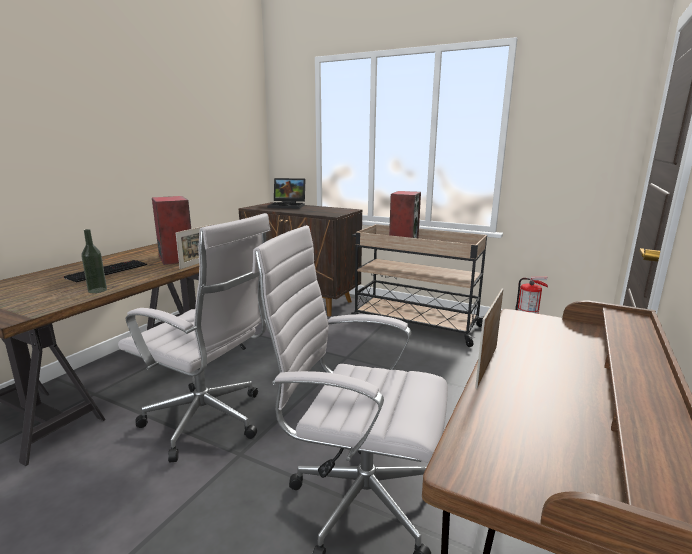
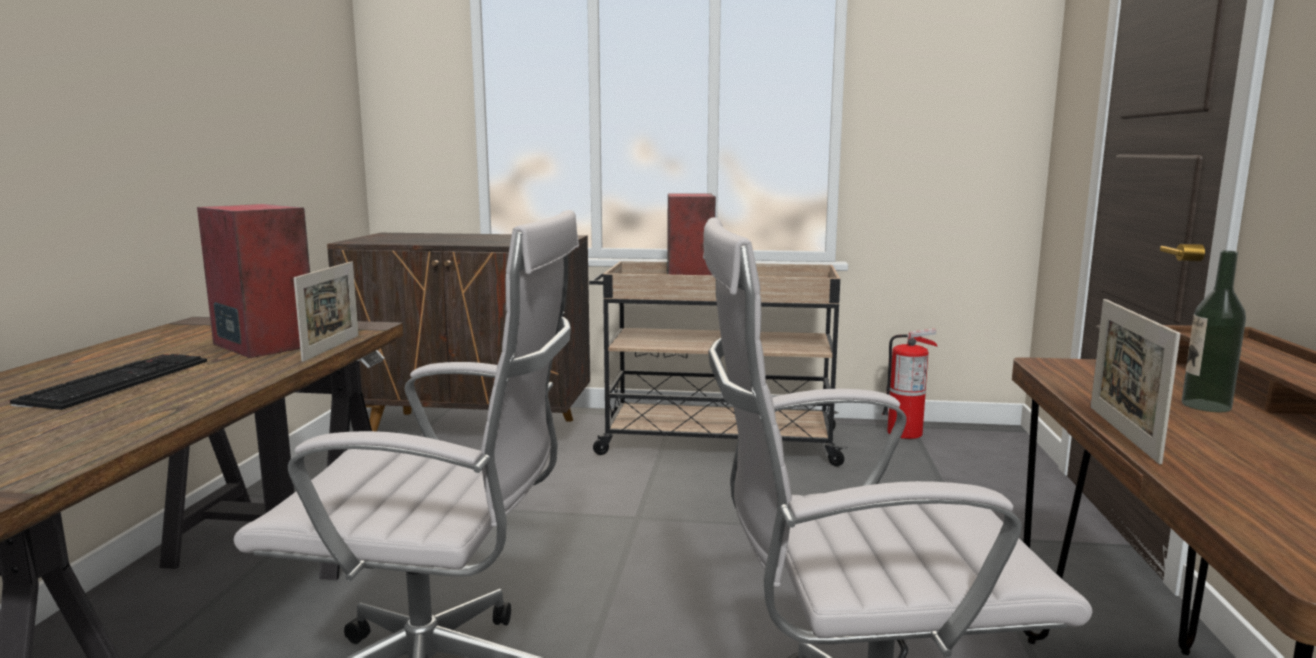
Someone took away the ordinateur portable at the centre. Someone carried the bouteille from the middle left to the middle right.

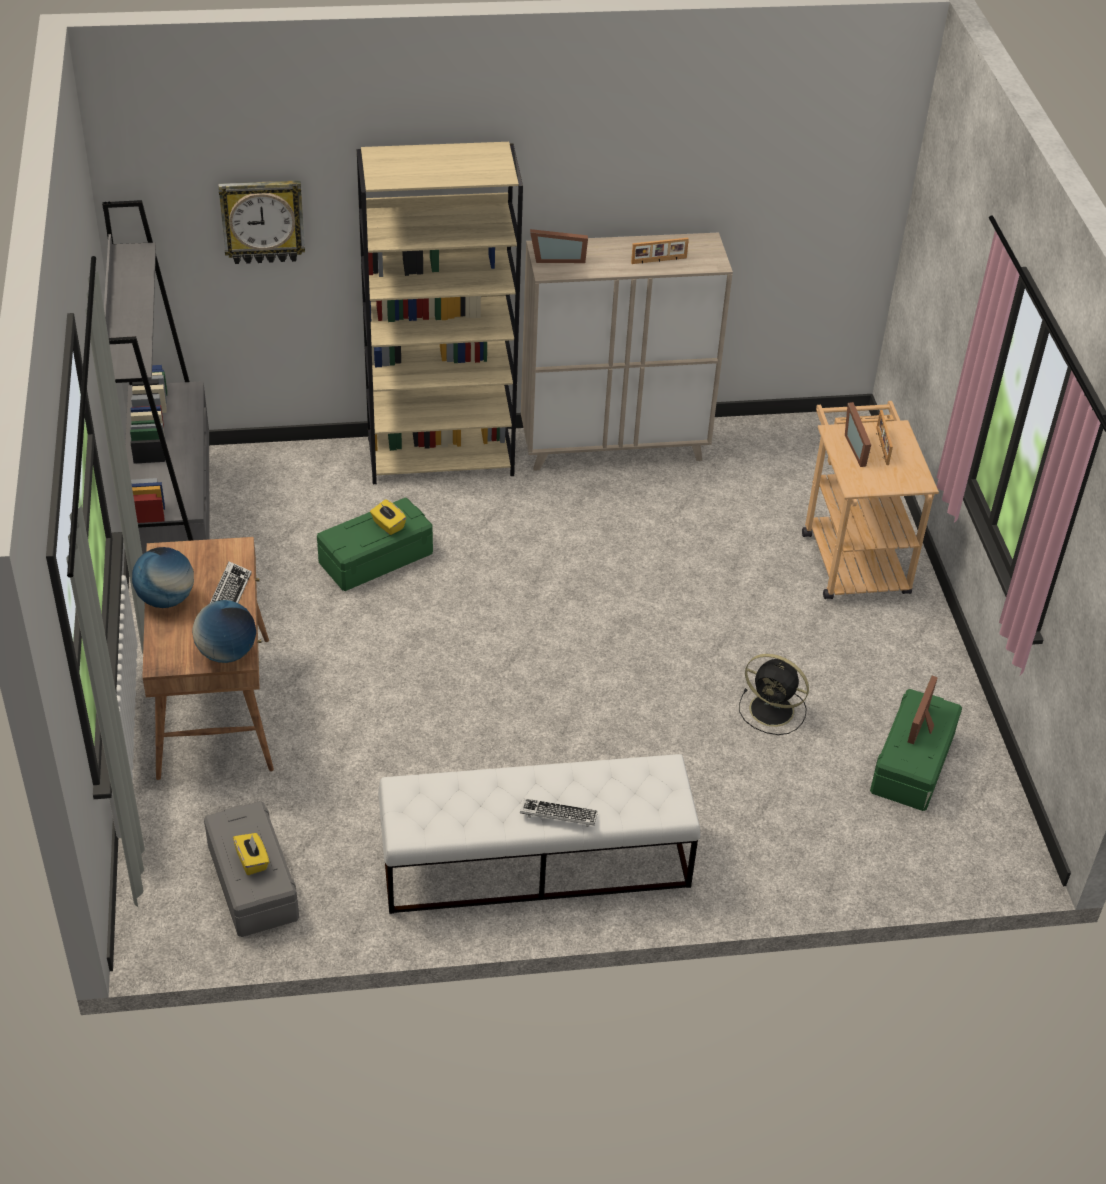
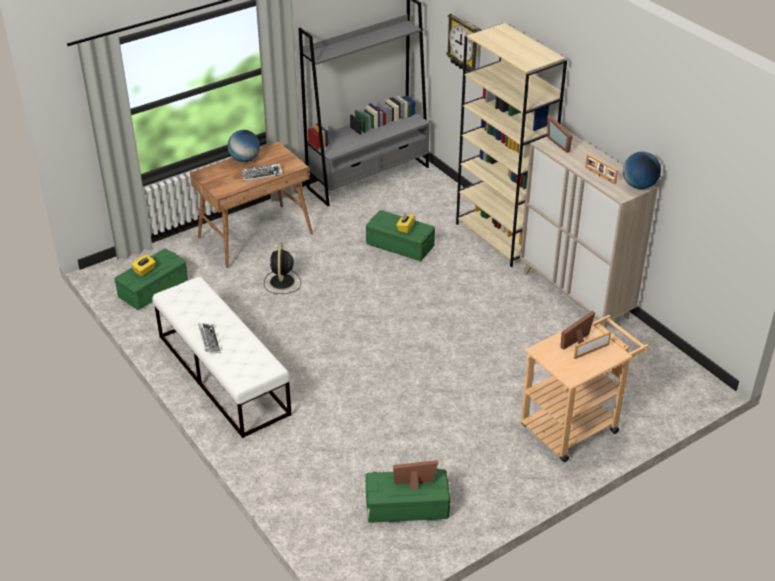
Someone carried the globe (2nd from left) from the middle left to the top right. Someone carried the ventilateur [noir] from the middle right to the centre. Someone repainted the boîte de rangement [gris] at the bottom left, which became the boîte de rangement [vert] (1st from left) at the middle left.

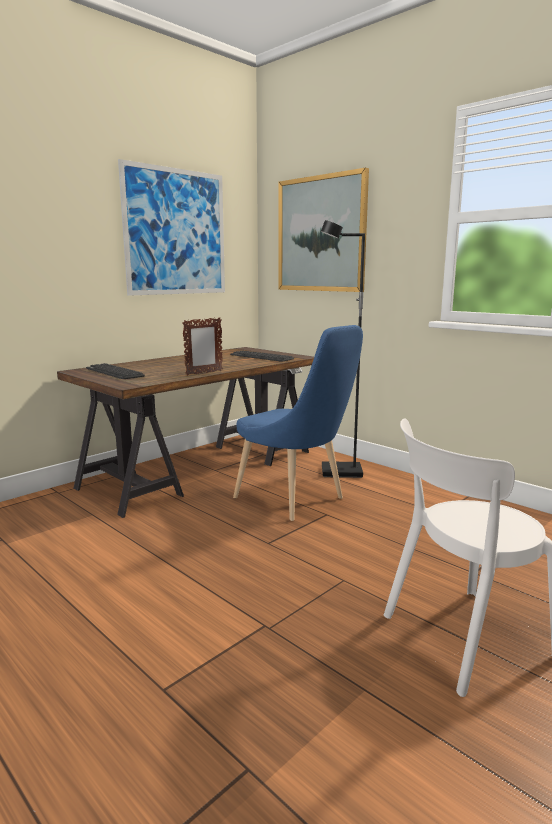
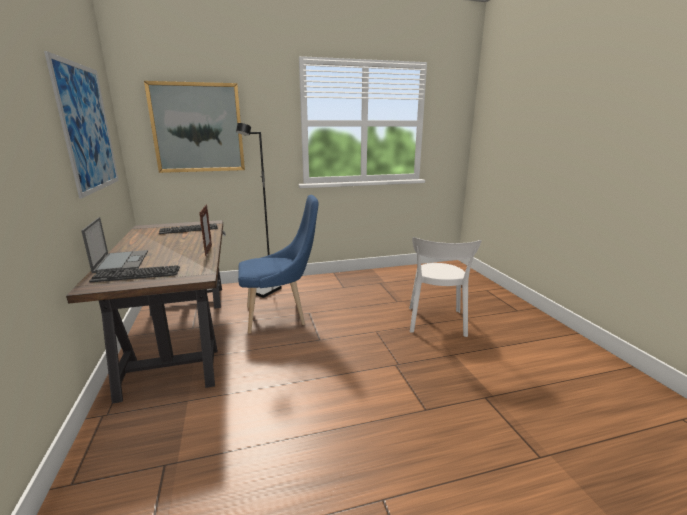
Someone put down the ordinateur portable at the middle left.

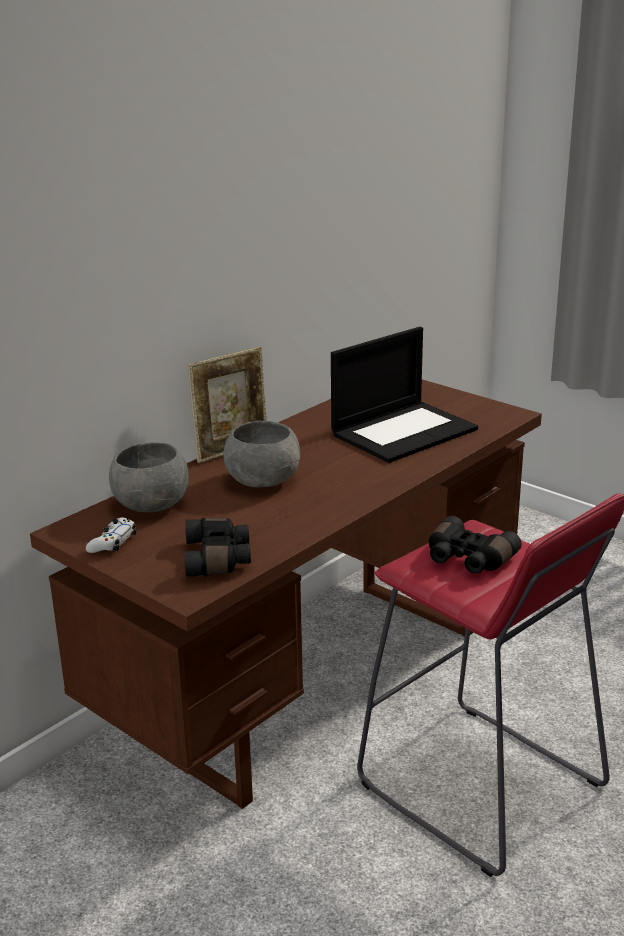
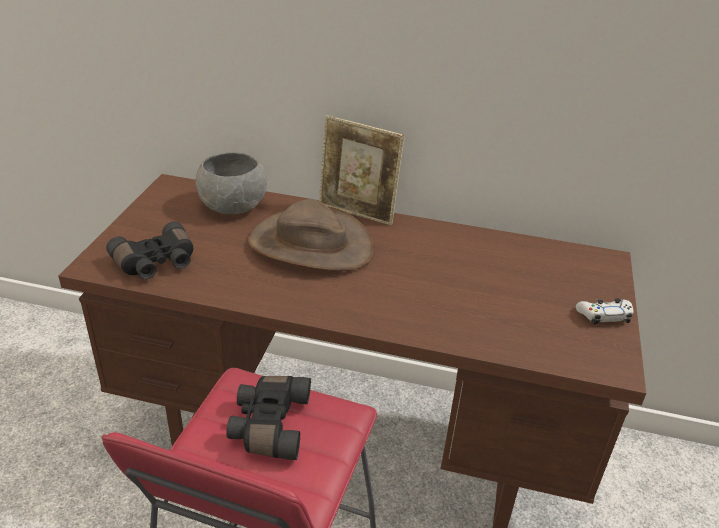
Someone took away the ordinateur portable at the centre. Someone carried the manette [blanc] from the middle left to the middle right. Someone swapped the bol [gris] (2nd from left) at the centre for the chapeau [marron] at the centre.

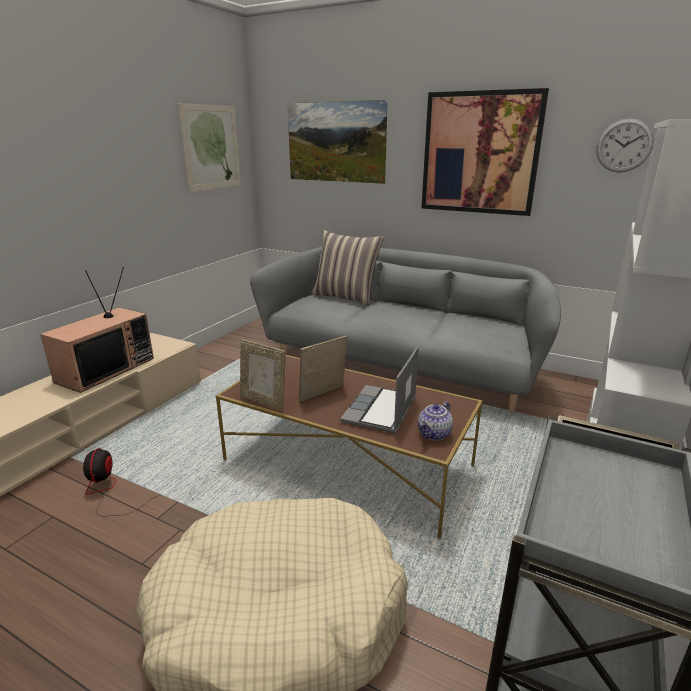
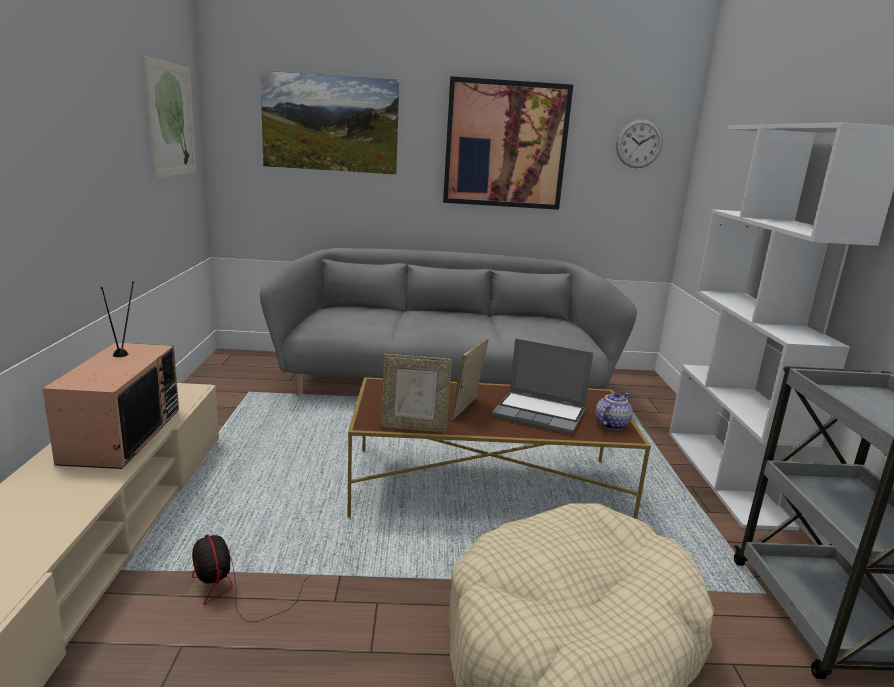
Someone took away the coussin at the centre. Someone rotated the ordinateur portable at the centre by 60 degrees counterclockwise. Someone rotated the théière at the centre by 150 degrees counterclockwise.

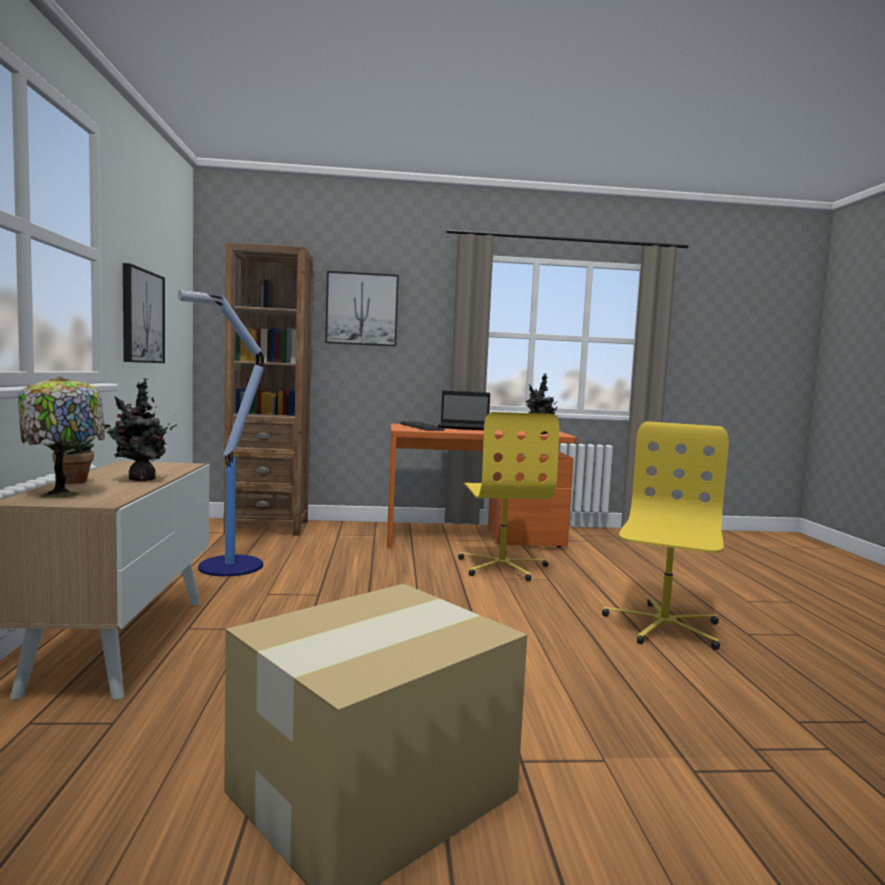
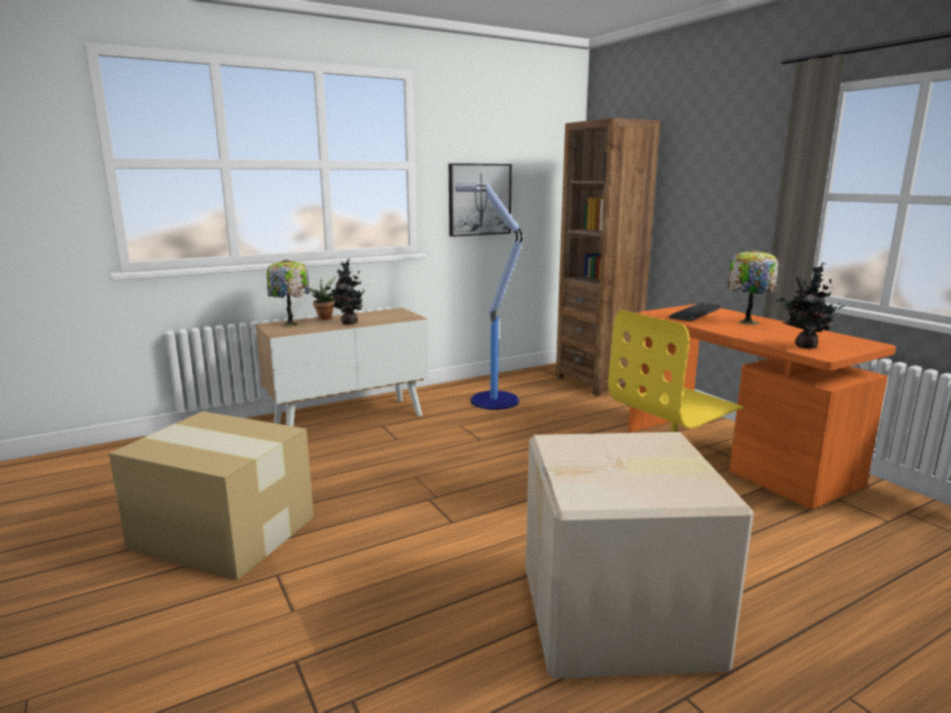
Someone took away the tableau (2nd from left) at the centre. Someone swapped the ordinateur portable at the centre for the lampe de table (2nd from left) at the middle right. Someone swapped the chaise de bureau [jaune] (2nd from left) at the middle right for the carton (2nd from left) at the bottom right.

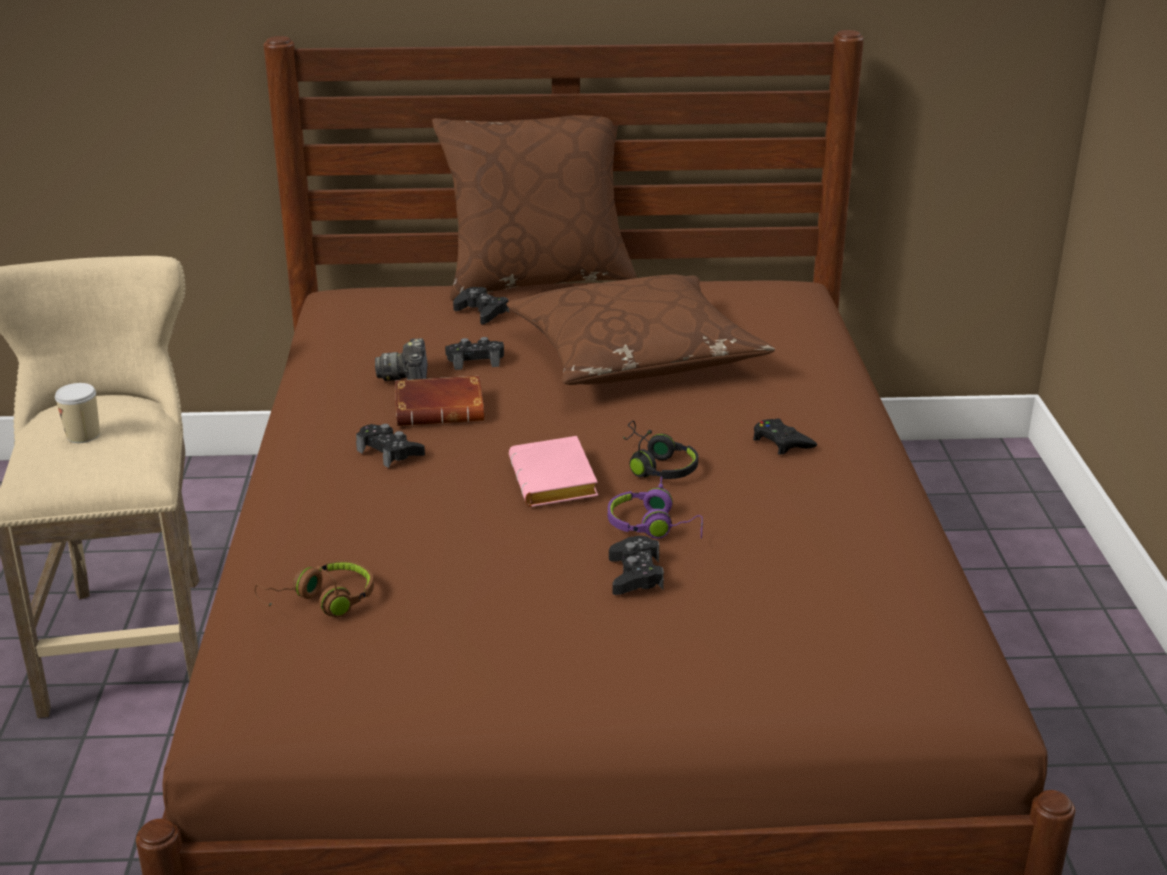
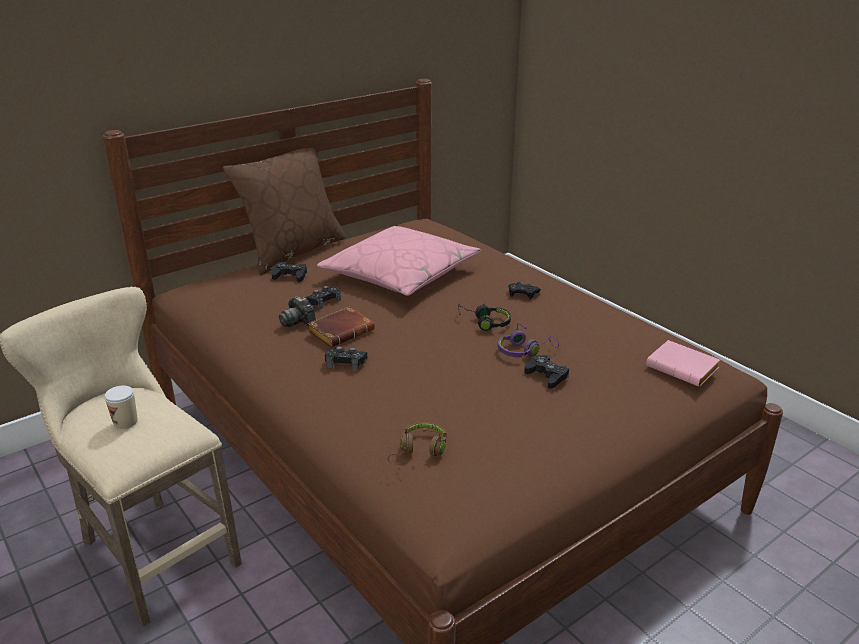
Someone carried the livre [rose] from the centre to the middle right. Someone repainted the coussin [marron] (2nd from left) at the centre, which became the coussin [rose] at the centre.

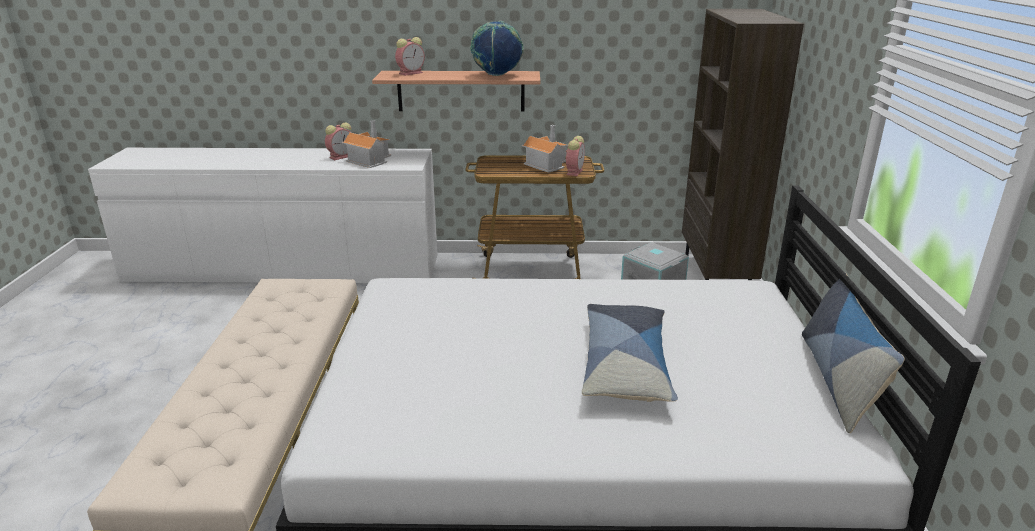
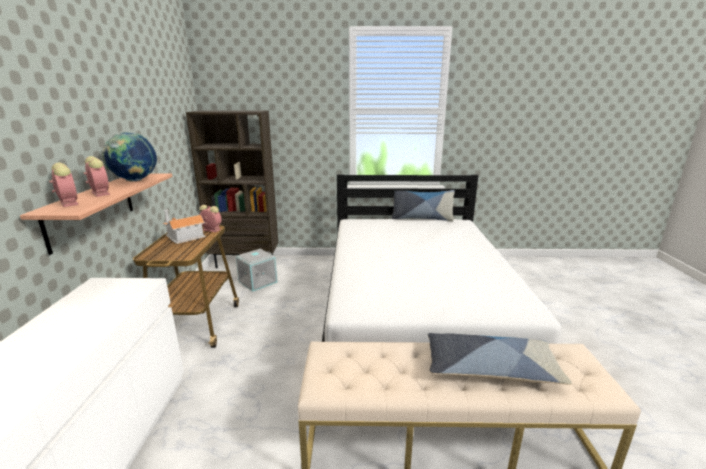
Someone took away the maison miniature (1st from left) at the top centre. Someone carried the réveil (1st from left in the first image) from the top left to the middle left. Someone carried the coussin (1st from left in the first image) from the centre to the bottom right.

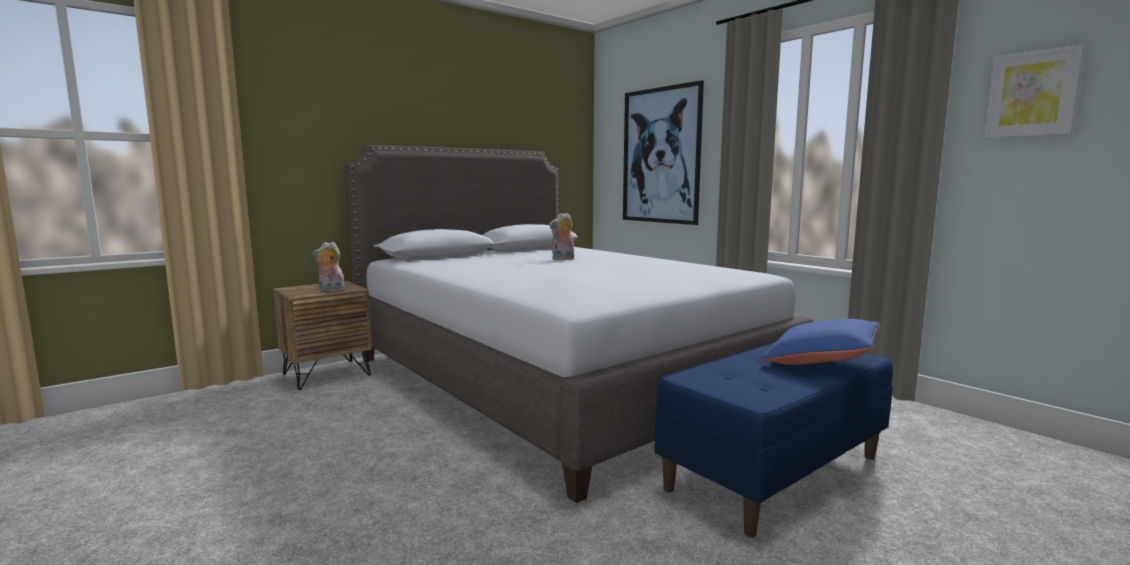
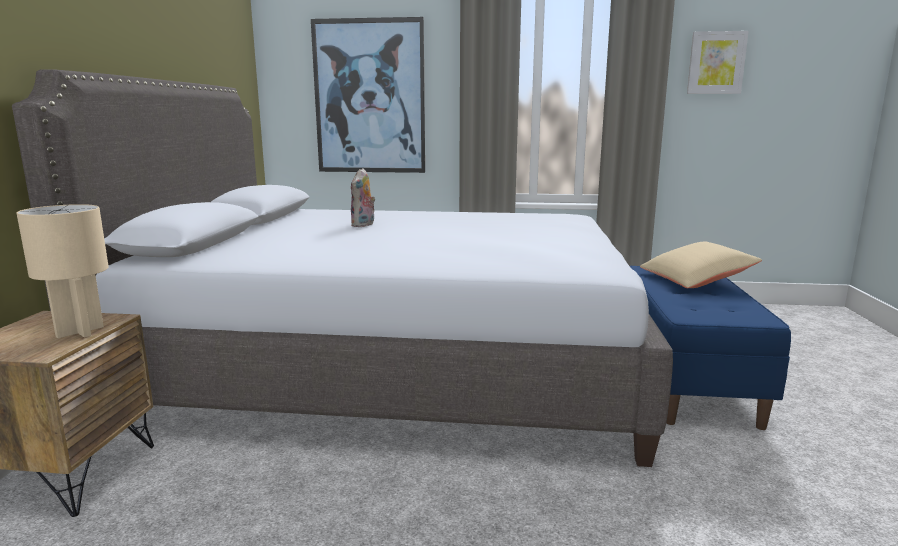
Someone swapped the peluche (1st from left) at the middle left for the lampe de table [beige] at the middle left. Someone repainted the coussin [bleu] at the middle right, which became the coussin [beige] at the middle right.

